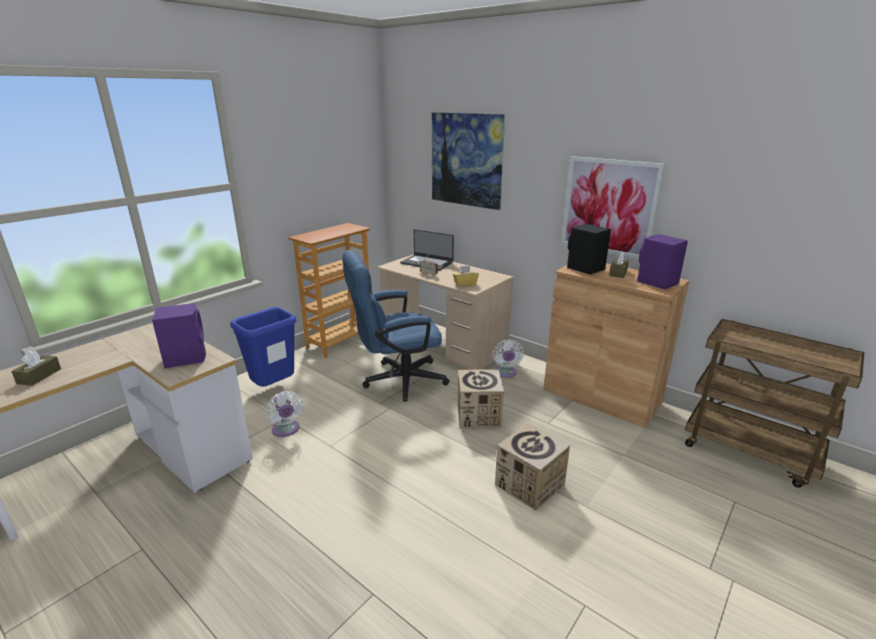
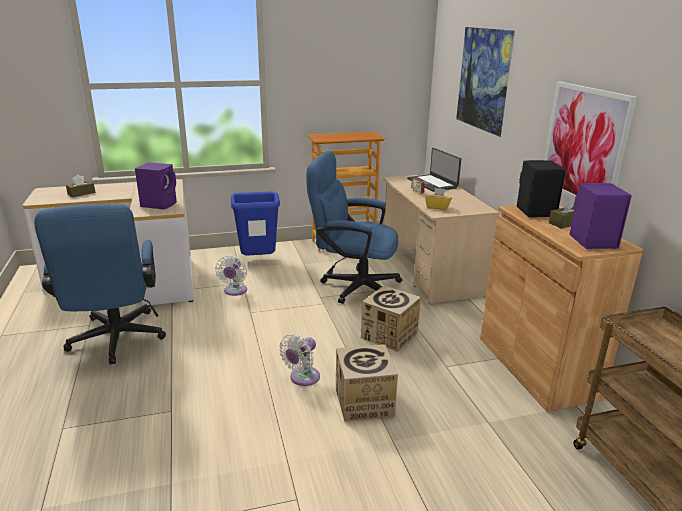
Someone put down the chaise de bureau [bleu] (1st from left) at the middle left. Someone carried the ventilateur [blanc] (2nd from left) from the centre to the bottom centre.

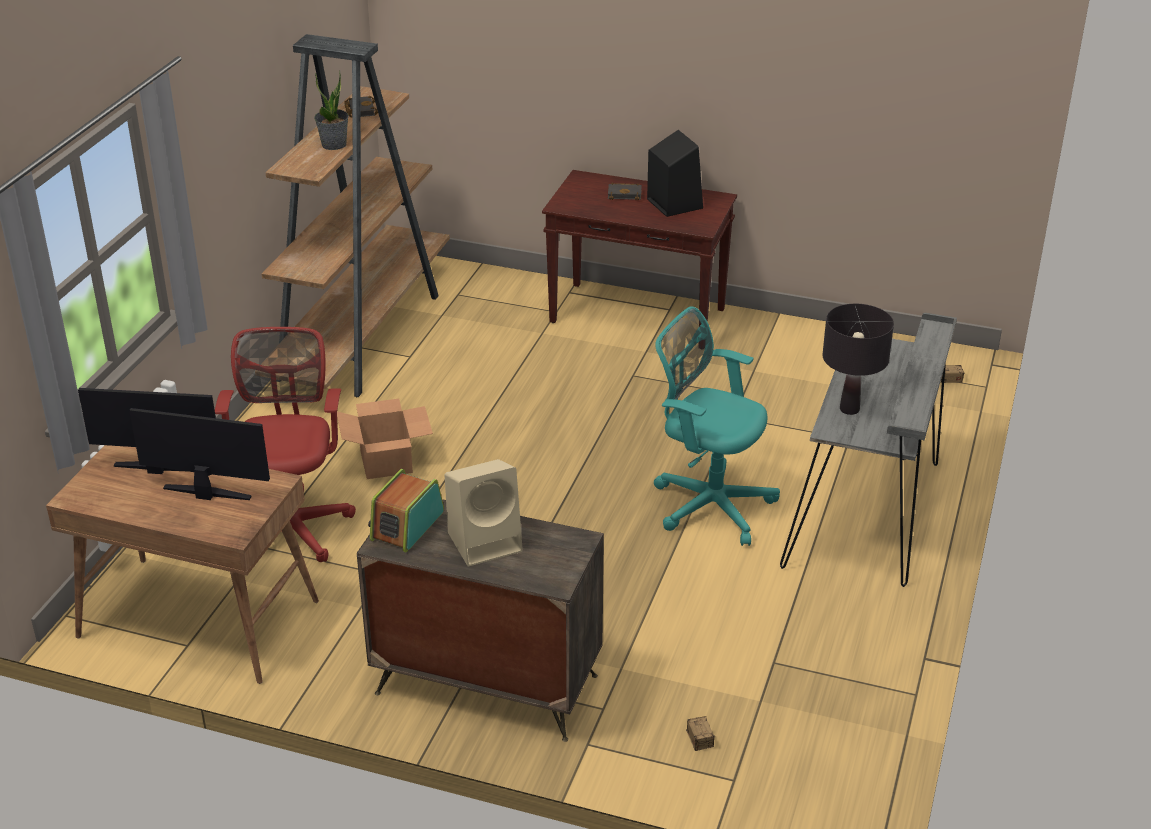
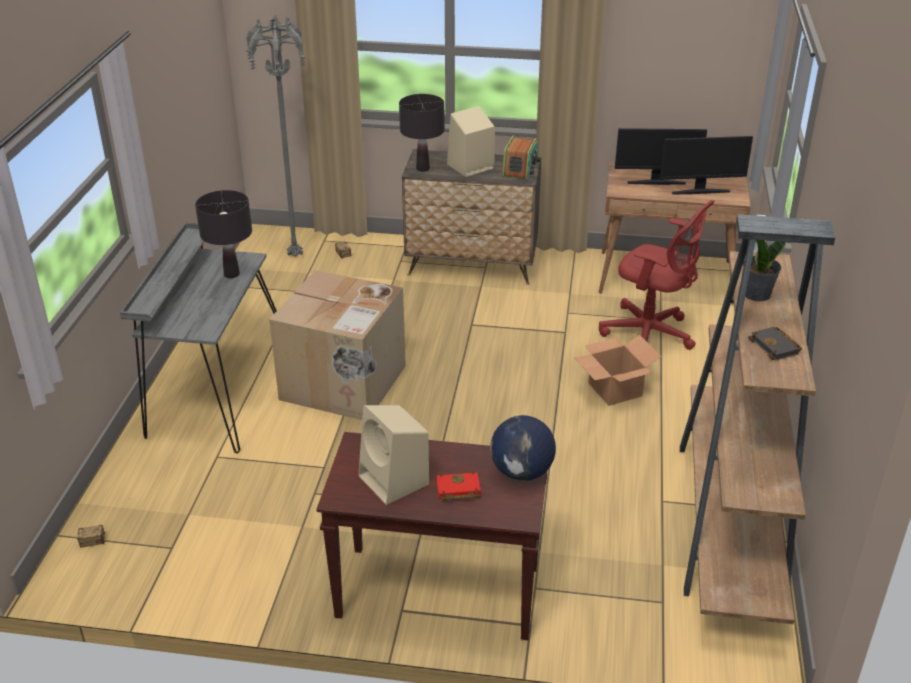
Someone put down the lampadaire [gris] at the top left. Someone put down the lampe de table [noir] (2nd from left) at the top centre. Someone put down the globe at the centre. Someone swapped the chaise de bureau [turquoise] at the centre for the carton (1st from left) at the centre. Someone repainted the livre [noir] (2nd from left) at the top centre, which became the livre [rouge] at the bottom centre. Someone repainted the enceinte [noir] at the top centre, which became the enceinte [beige] (1st from left) at the centre. Someone rotated the chaise de bureau [rouge] at the middle left by 45 degrees counterclockwise.

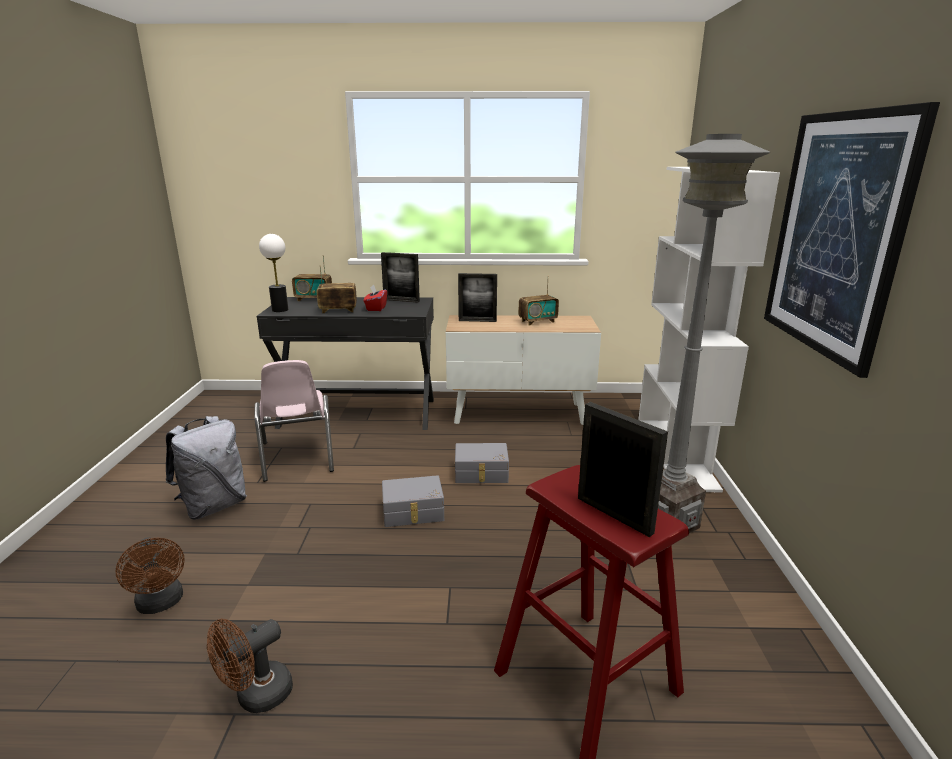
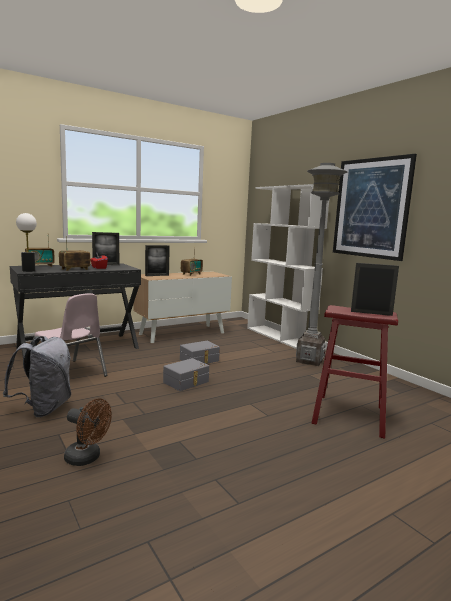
Someone took away the ventilateur [marron] (2nd from left) at the bottom left.

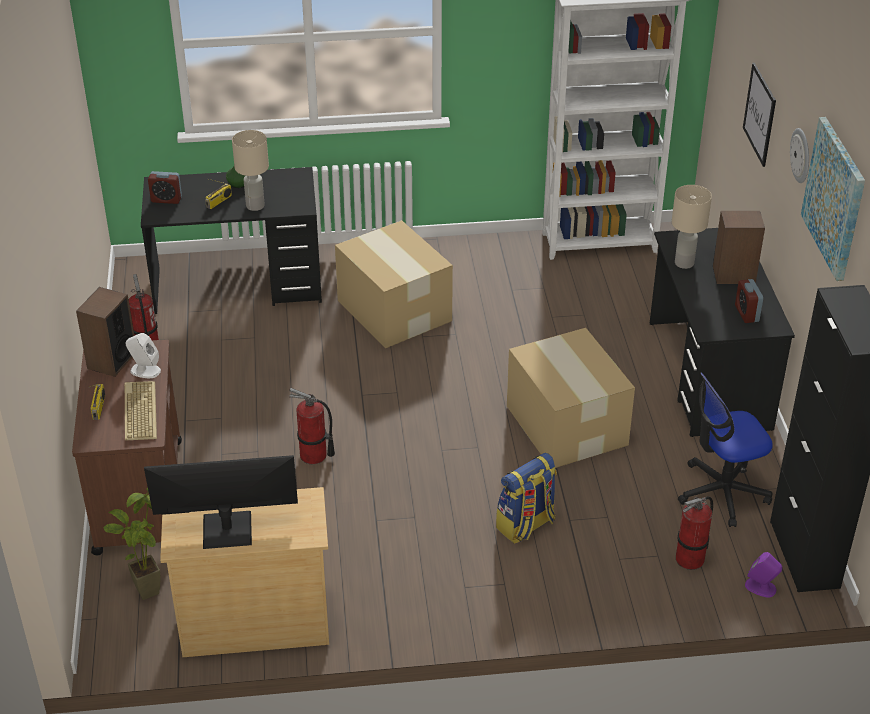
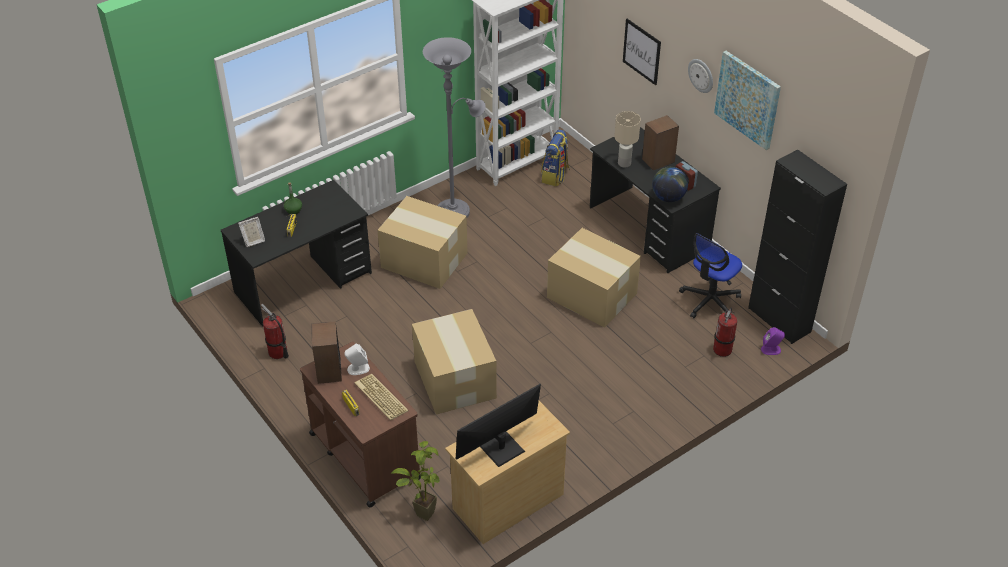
Someone took away the lampe de table [beige] (1st from left) at the top left. Someone put down the lampadaire [gris] at the top centre. Someone put down the globe at the top centre. Someone carried the sac à dos from the bottom centre to the top centre. Someone swapped the réveil (1st from left) at the top left for the cadre photo at the middle left. Someone swapped the extincteur (2nd from left) at the centre for the carton (2nd from left) at the centre.

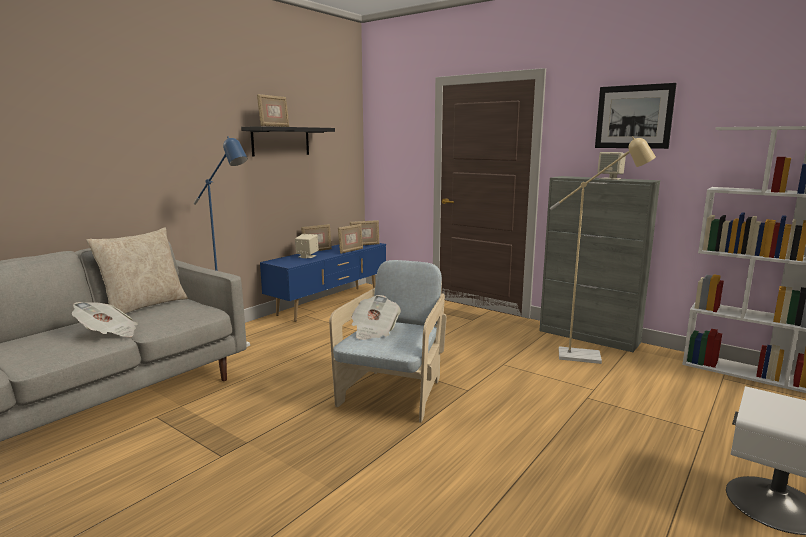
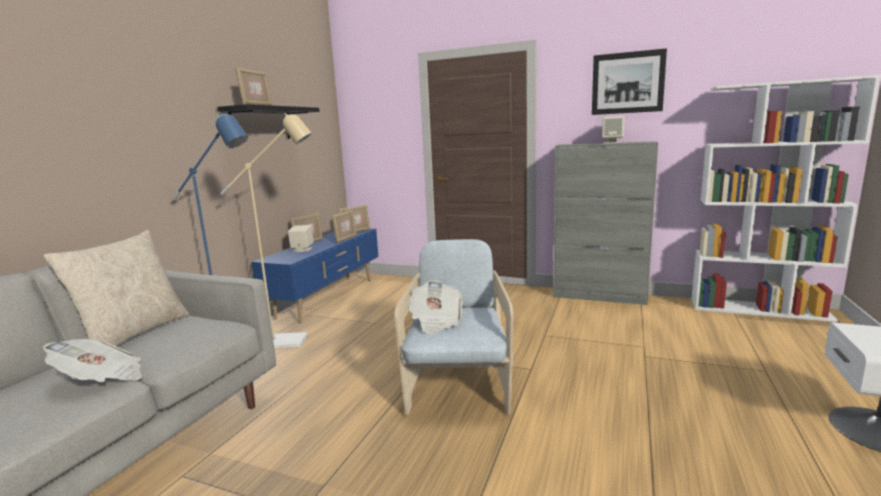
Someone carried the lampadaire [beige] from the middle right to the middle left.

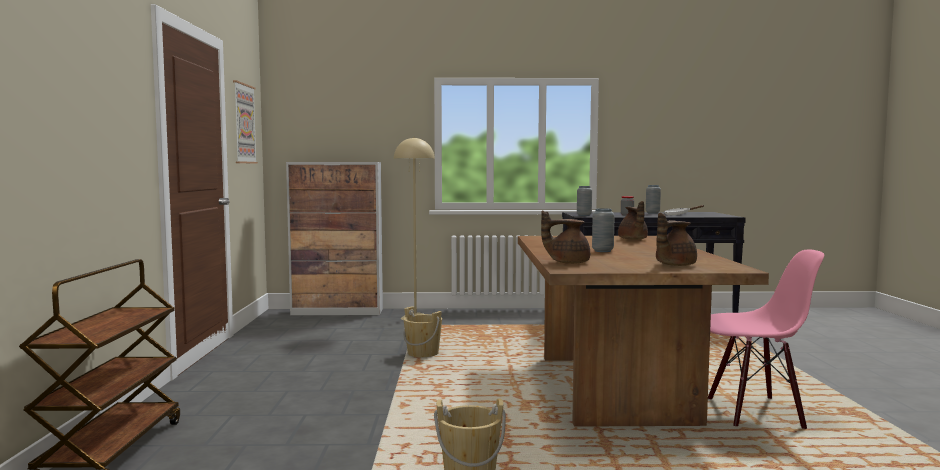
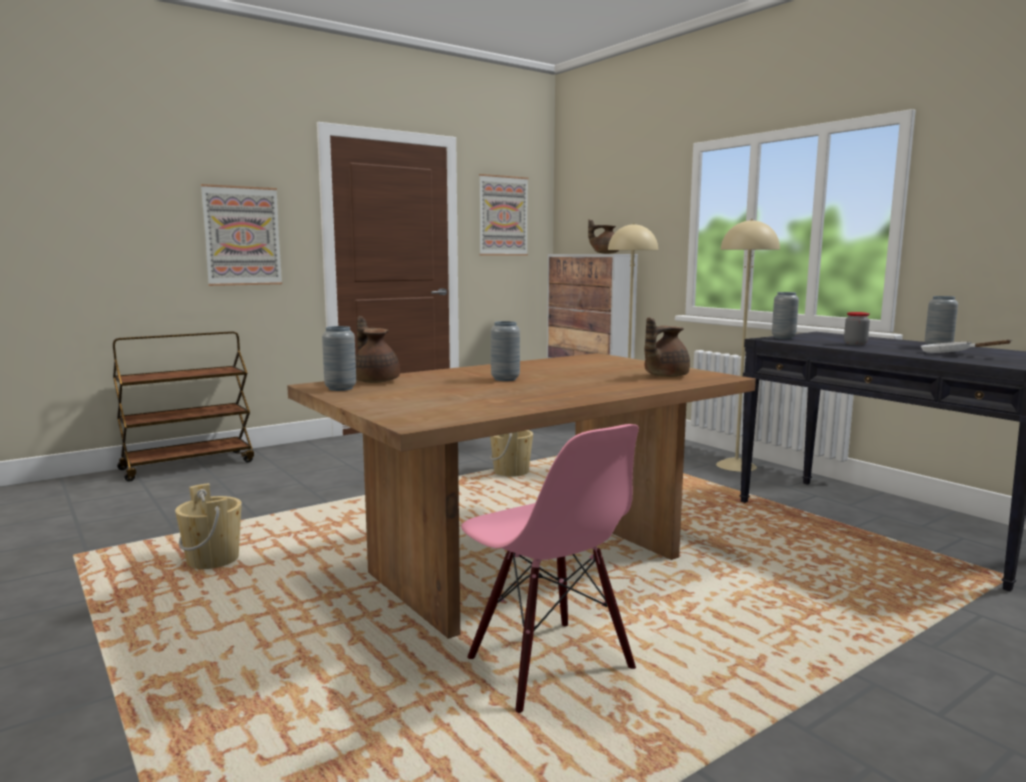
Someone put up the tableau (1st from left) at the top left. Someone put down the vase [gris] (1st from left) at the middle left. Someone put down the lampadaire [beige] (2nd from left) at the middle right. Someone carried the théière [marron] (3rd from left in the first image) from the middle right to the top centre.

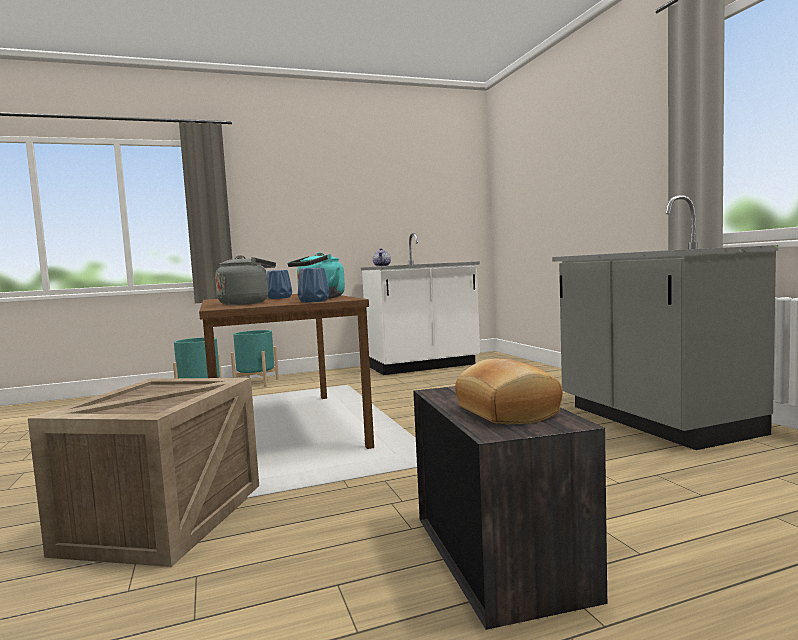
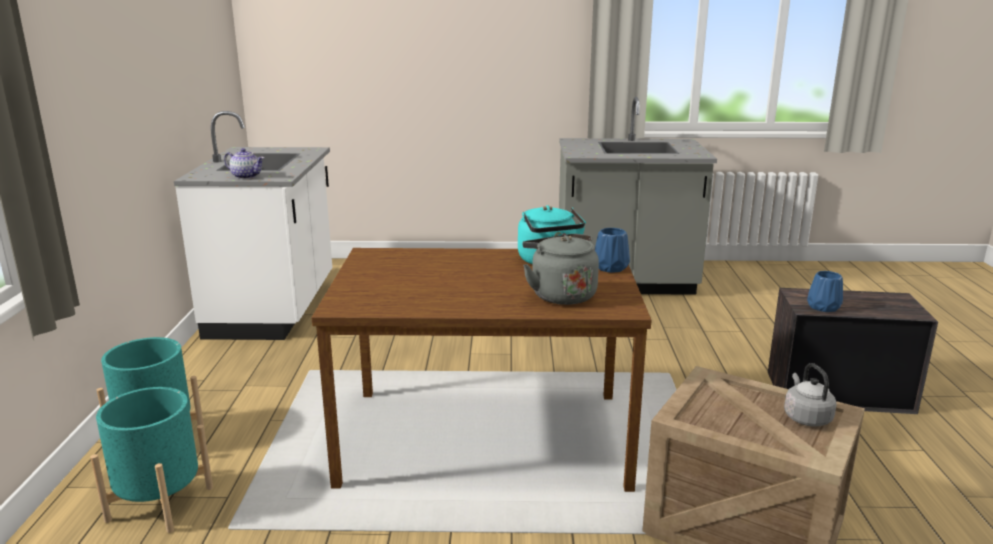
Someone took away the pain at the centre. Someone put down the bouilloire [gris] (2nd from left) at the bottom right. Someone carried the vase [bleu] (1st from left in the first image) from the centre to the middle right.

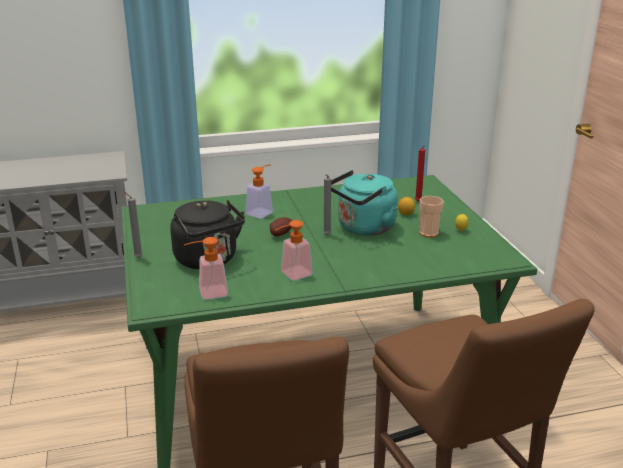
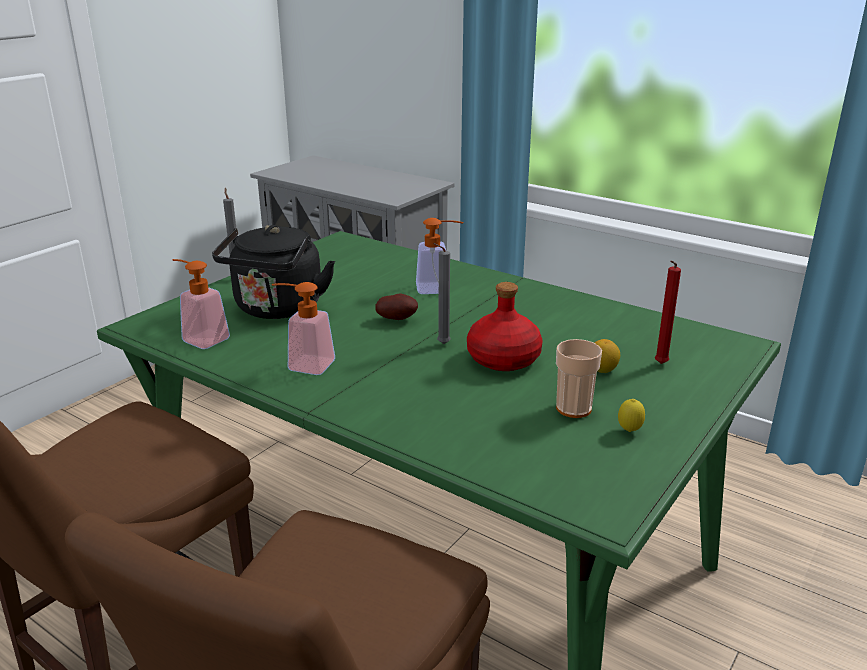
Someone swapped the bouilloire [turquoise] at the centre for the bouteille [rouge] at the centre.

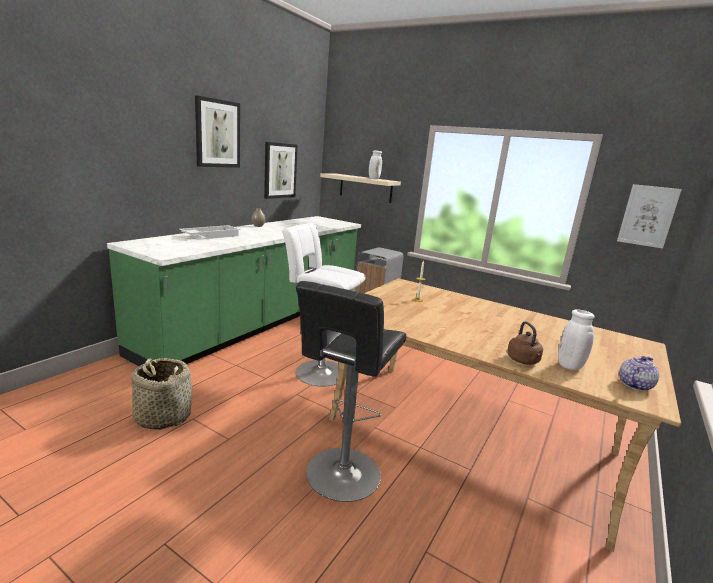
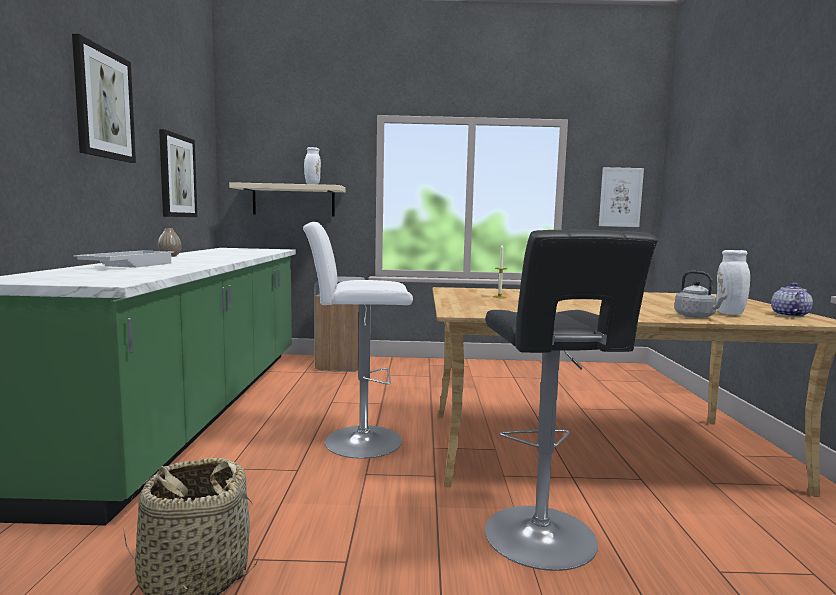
Someone repainted the bouilloire [marron] at the middle right, which became the bouilloire [gris] at the middle right.

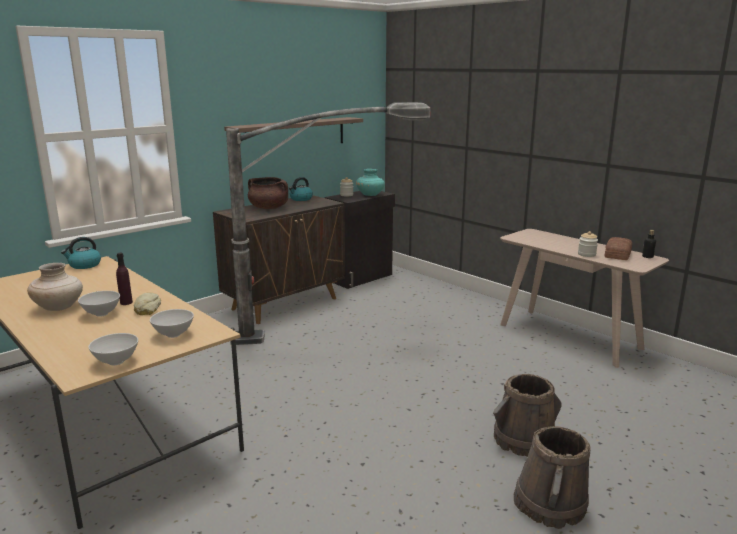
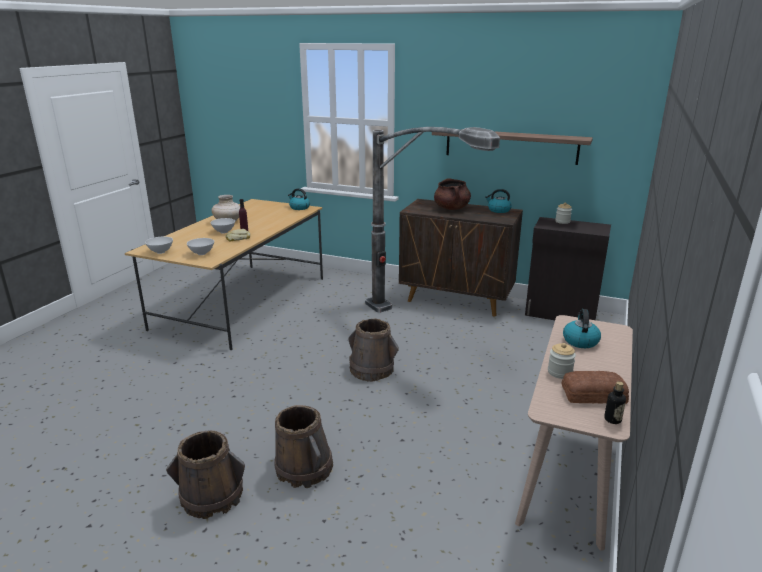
Someone took away the vase [turquoise] at the centre. Someone put down the seau [marron] (3rd from left) at the centre. Someone put down the bouilloire (3rd from left) at the middle right.

